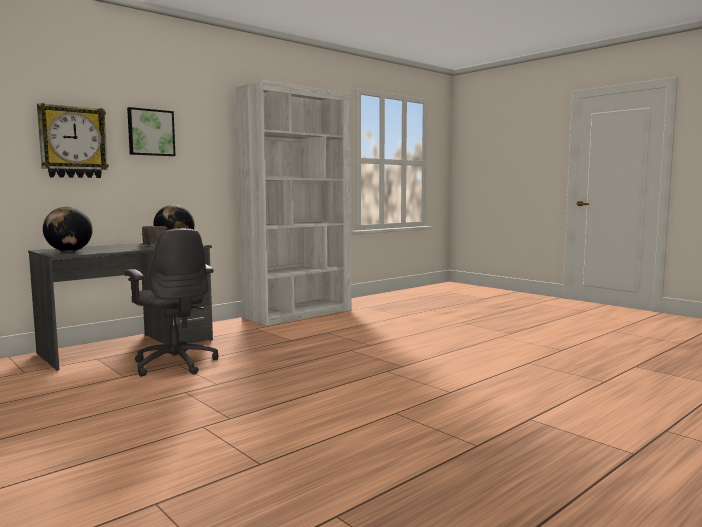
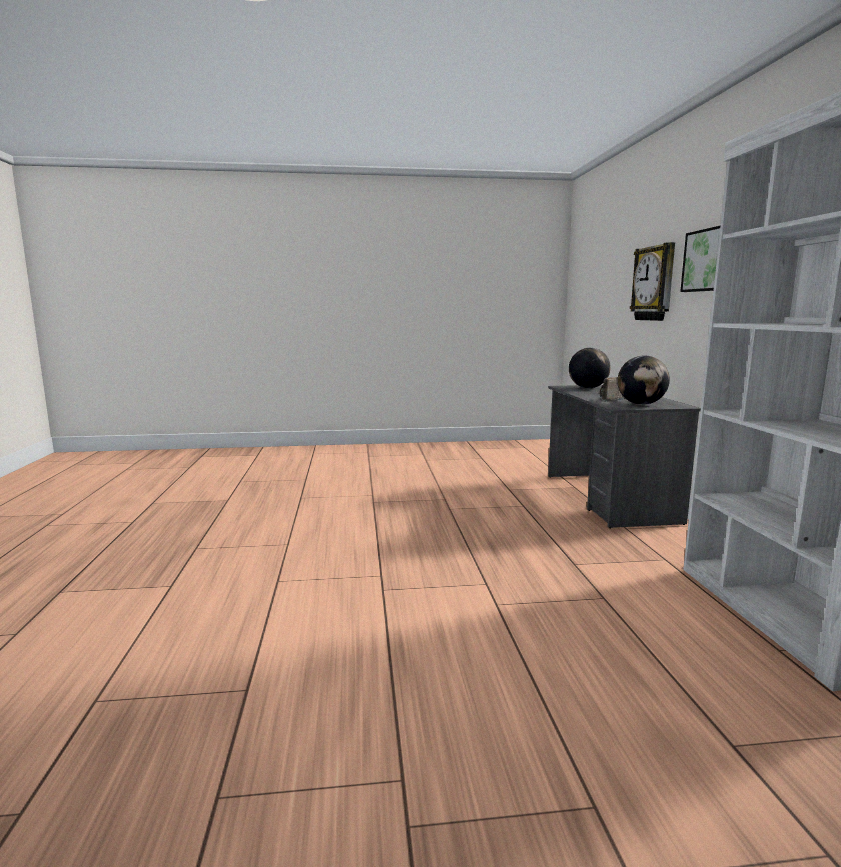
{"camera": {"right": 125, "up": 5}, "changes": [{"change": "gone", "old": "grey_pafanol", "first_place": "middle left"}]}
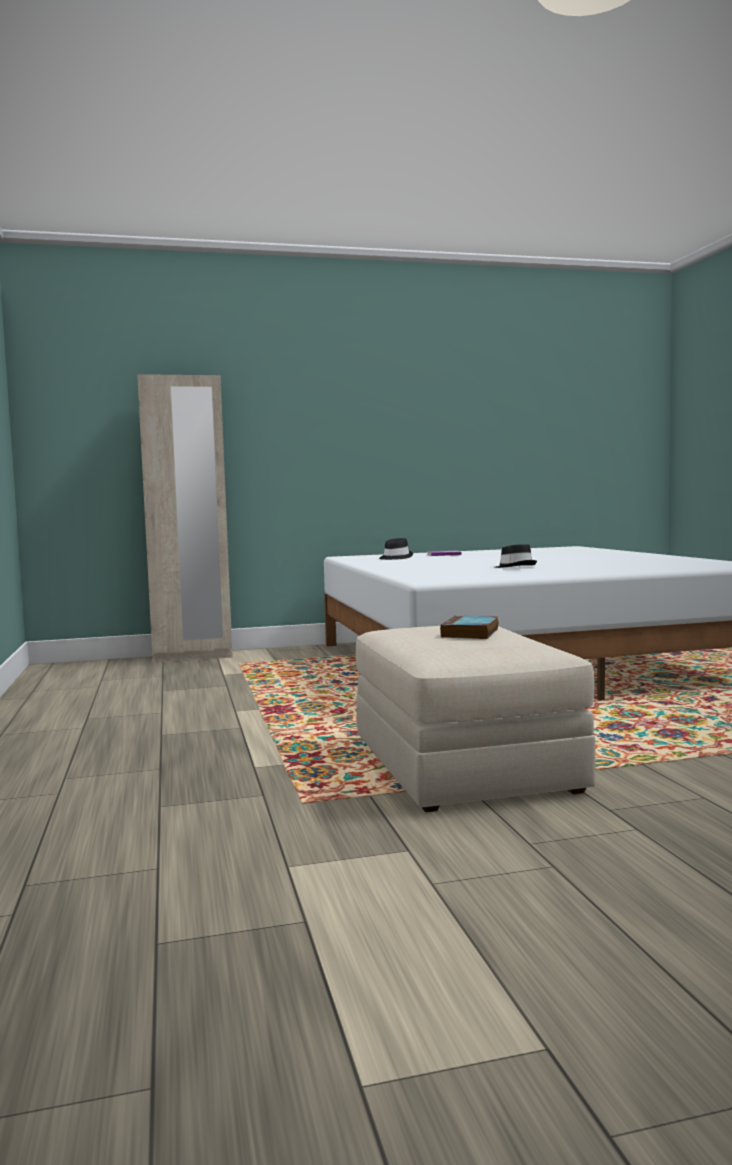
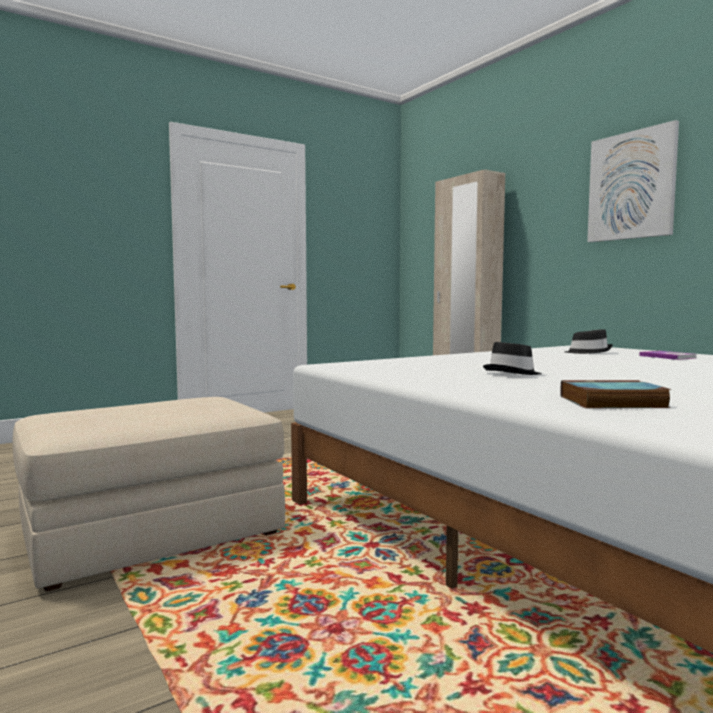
{"camera": {"right": 70, "up": 0}, "changes": [{"change": "shifted", "old": "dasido (no. 2 from left in the first image)", "new": "dasido (no. 1 from left)", "first_place": "centre", "second_place": "middle right"}, {"change": "new", "new": "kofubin", "second_place": "top right"}]}
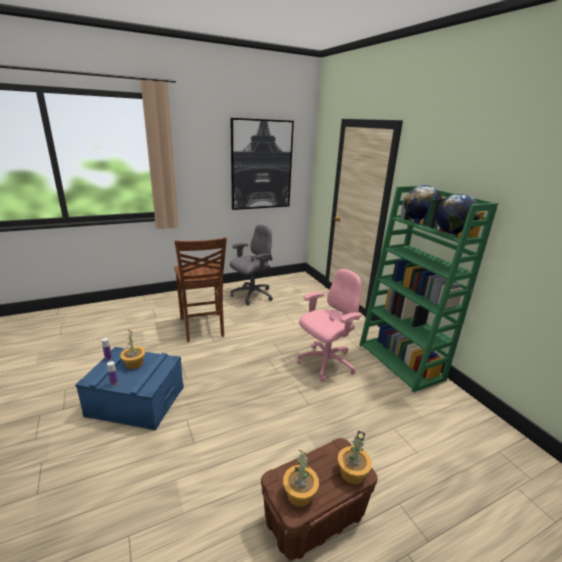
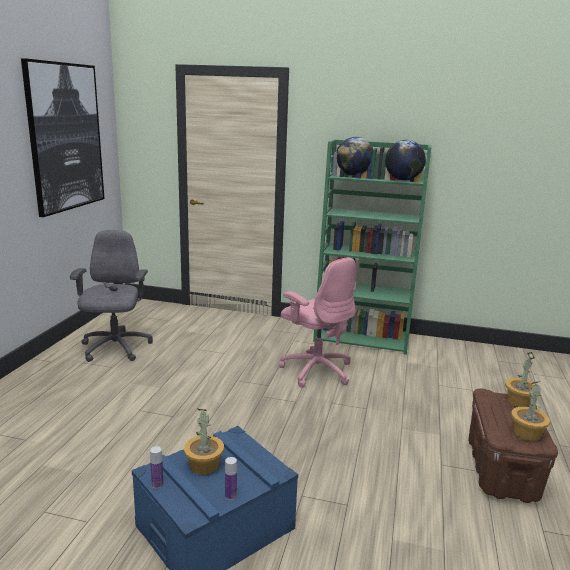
{"camera": {"right": -50, "up": -5}, "changes": [{"change": "gone", "old": "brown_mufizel", "first_place": "centre"}, {"change": "rotated", "old": "pink_pafanol", "first_place": "centre", "second_place": "centre", "degrees": 135}]}
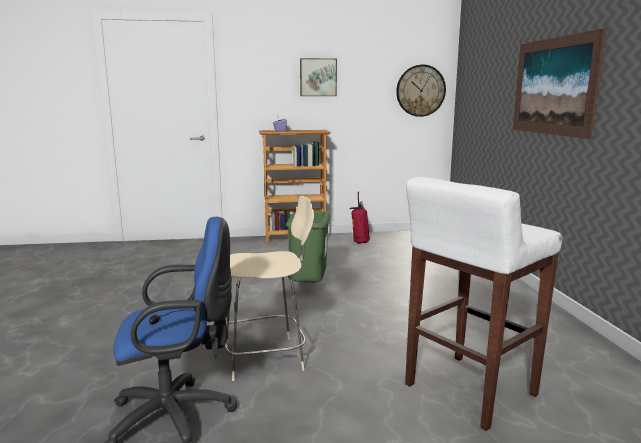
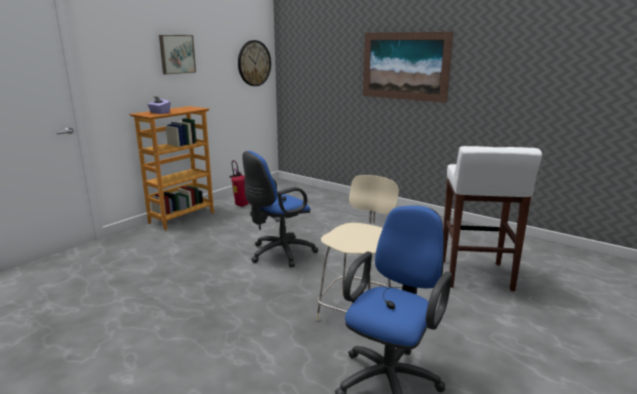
{"camera": {"right": -45, "up": 5}, "changes": [{"change": "swapped", "old": "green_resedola", "new": "blue_pafanol (no. 1 from left)", "first_place": "centre", "second_place": "centre"}]}
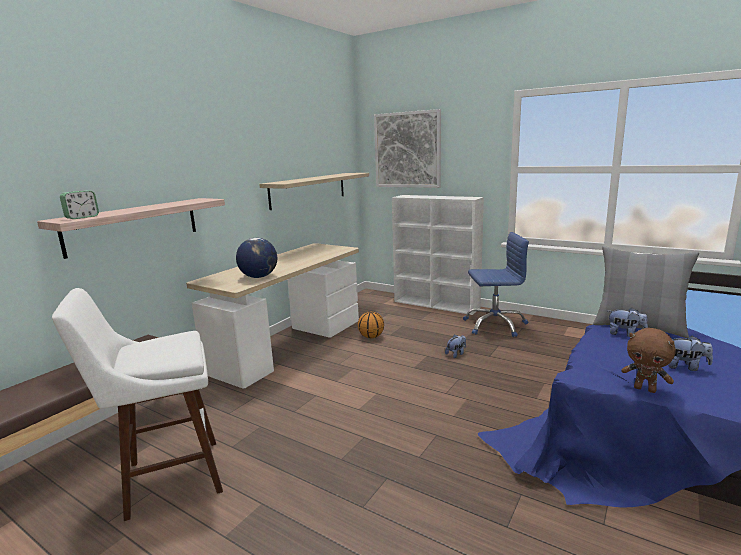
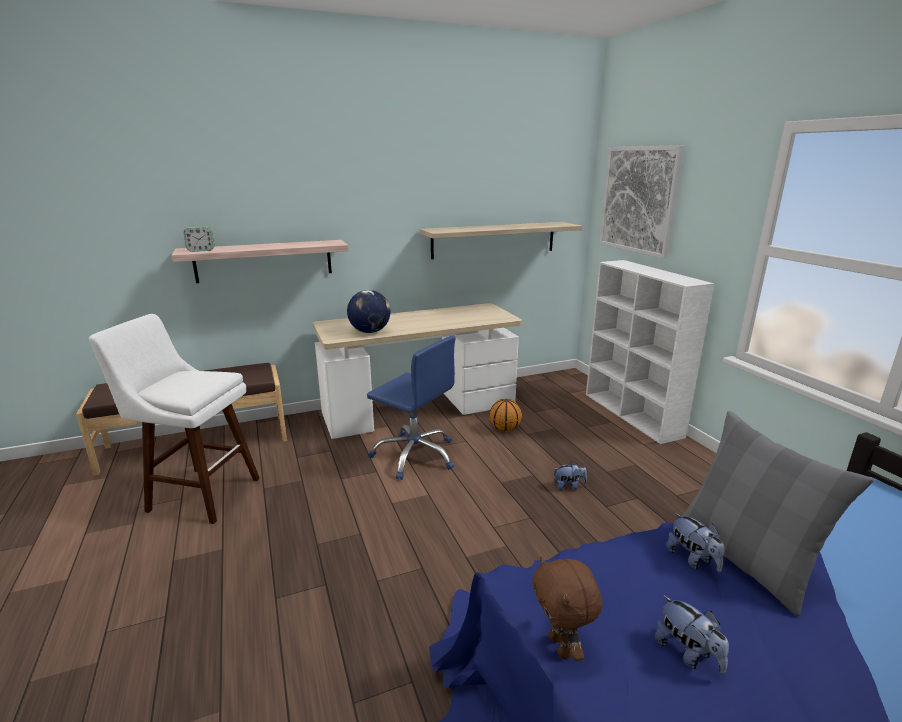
{"camera": {"right": 35, "up": 5}, "changes": [{"change": "shifted", "old": "blue_pafanol", "first_place": "middle right", "second_place": "centre"}]}
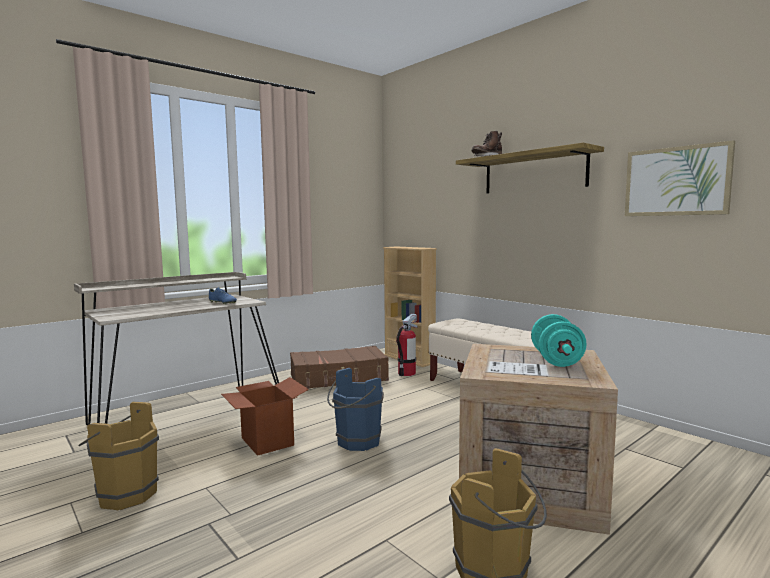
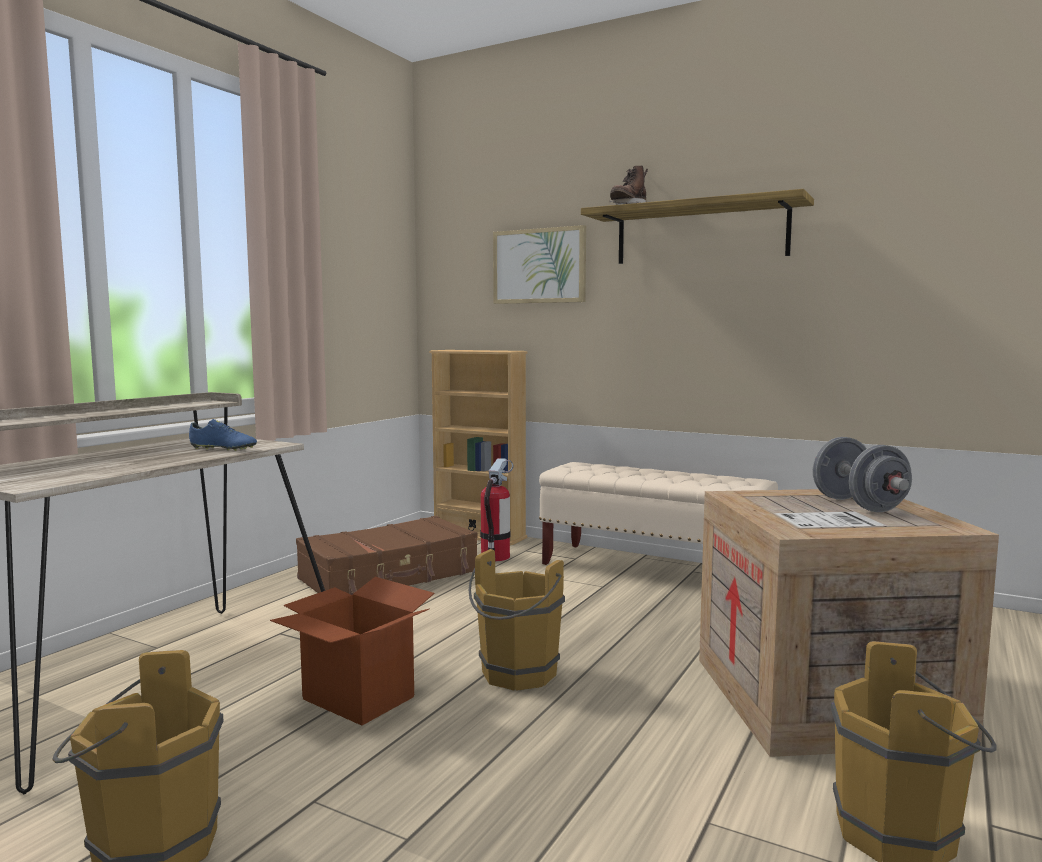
{"camera": {"right": -20, "up": 0}, "changes": [{"change": "repainted", "old": "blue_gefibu", "new": "brown_gefibu (no. 2 from left)", "first_place": "bottom centre", "second_place": "bottom centre"}, {"change": "repainted", "old": "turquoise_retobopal", "new": "grey_retobopal", "first_place": "middle right", "second_place": "middle right"}, {"change": "shifted", "old": "kofubin", "first_place": "top right", "second_place": "top centre"}]}
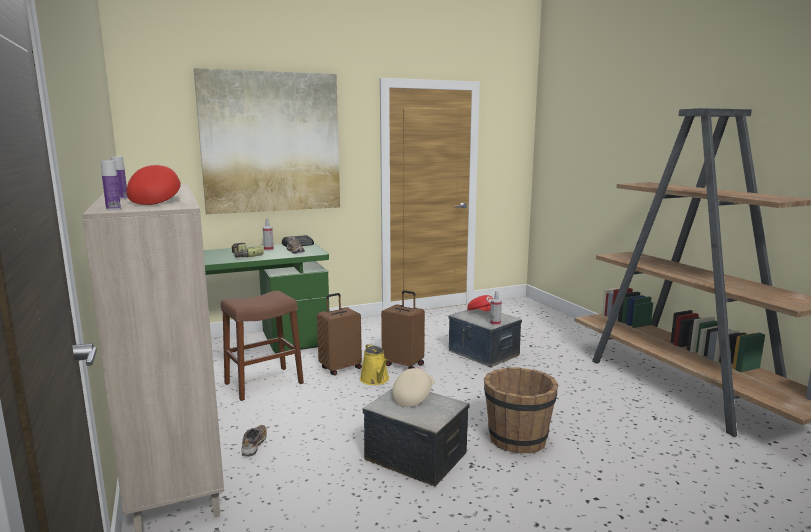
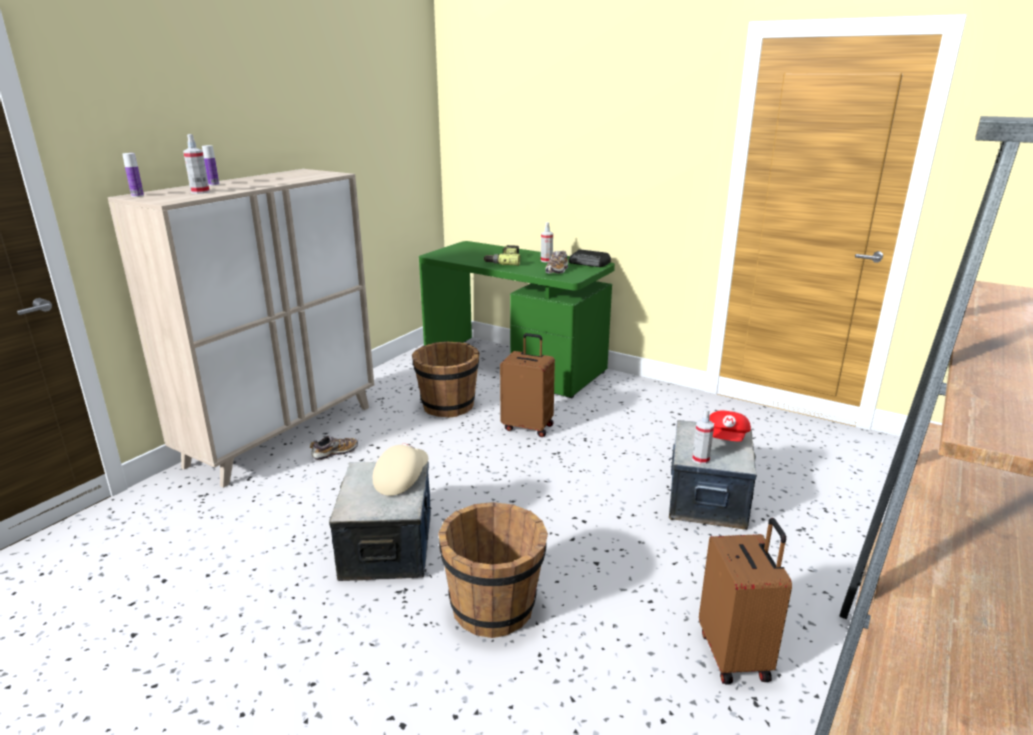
{"camera": {"right": 55, "up": 10}, "changes": [{"change": "swapped", "old": "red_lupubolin (no. 1 from left)", "new": "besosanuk (no. 1 from left)", "first_place": "middle left", "second_place": "top left"}, {"change": "gone", "old": "kofubin", "first_place": "top left"}, {"change": "swapped", "old": "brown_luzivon", "new": "brown_gefibu (no. 1 from left)", "first_place": "middle left", "second_place": "centre"}, {"change": "gone", "old": "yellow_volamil", "first_place": "bottom centre"}, {"change": "shifted", "old": "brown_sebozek (no. 2 from left)", "first_place": "centre", "second_place": "bottom right"}, {"change": "rotated", "old": "beige_lupubolin", "first_place": "bottom centre", "second_place": "centre", "degrees": -60}]}
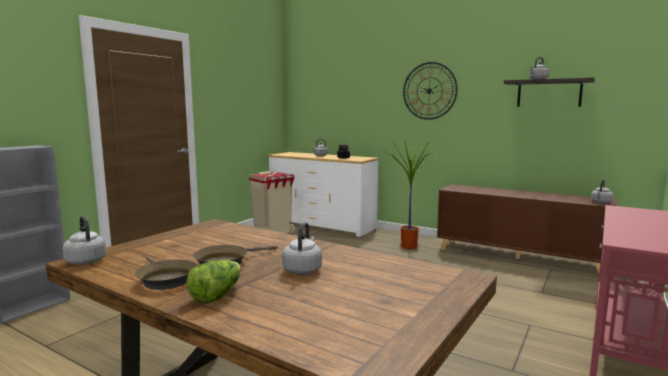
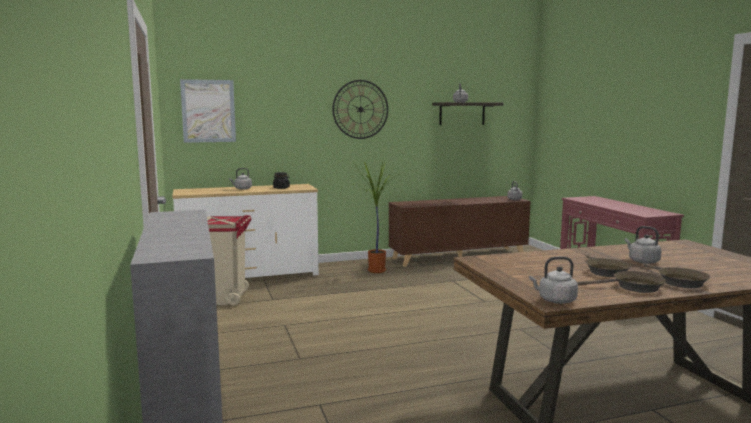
{"camera": {"right": -50, "up": 0}, "changes": [{"change": "swapped", "old": "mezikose", "new": "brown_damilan (no. 3 from left)", "first_place": "bottom left", "second_place": "middle right"}, {"change": "new", "new": "kofubin", "second_place": "top left"}]}
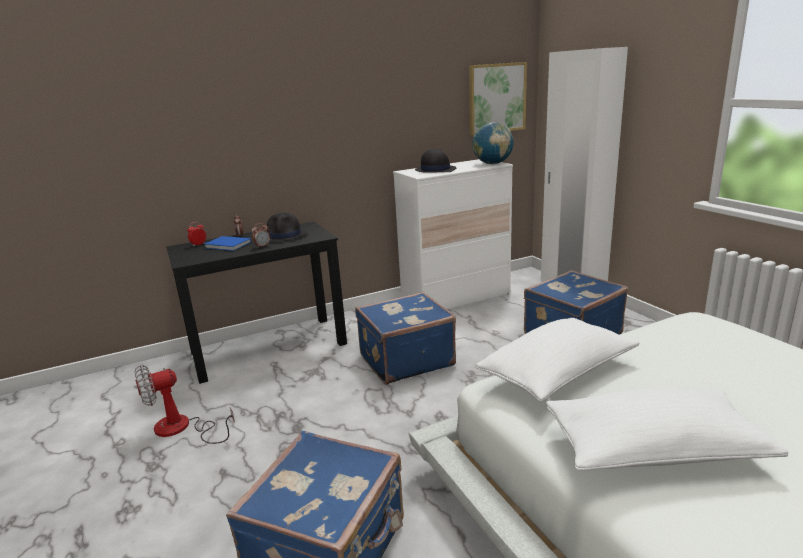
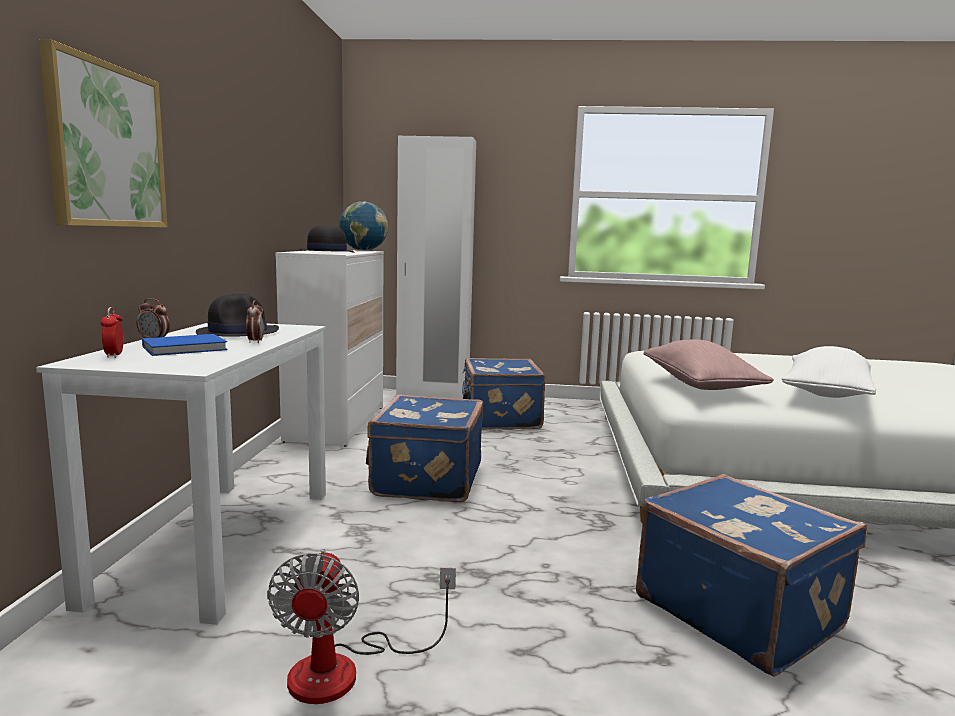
{"camera": {"right": -60, "up": -10}, "changes": [{"change": "repainted", "old": "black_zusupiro", "new": "white_zusupiro", "first_place": "middle left", "second_place": "middle left"}, {"change": "shifted", "old": "kofubin", "first_place": "top centre", "second_place": "top left"}, {"change": "repainted", "old": "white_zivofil (no. 1 from left)", "new": "pink_zivofil", "first_place": "middle right", "second_place": "middle right"}]}
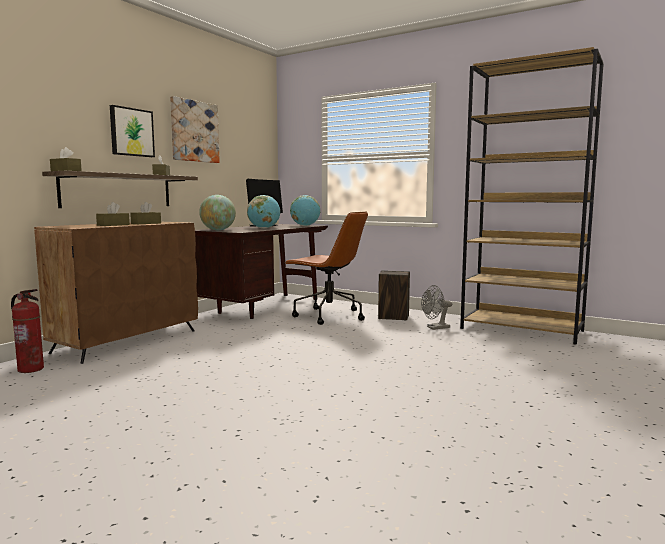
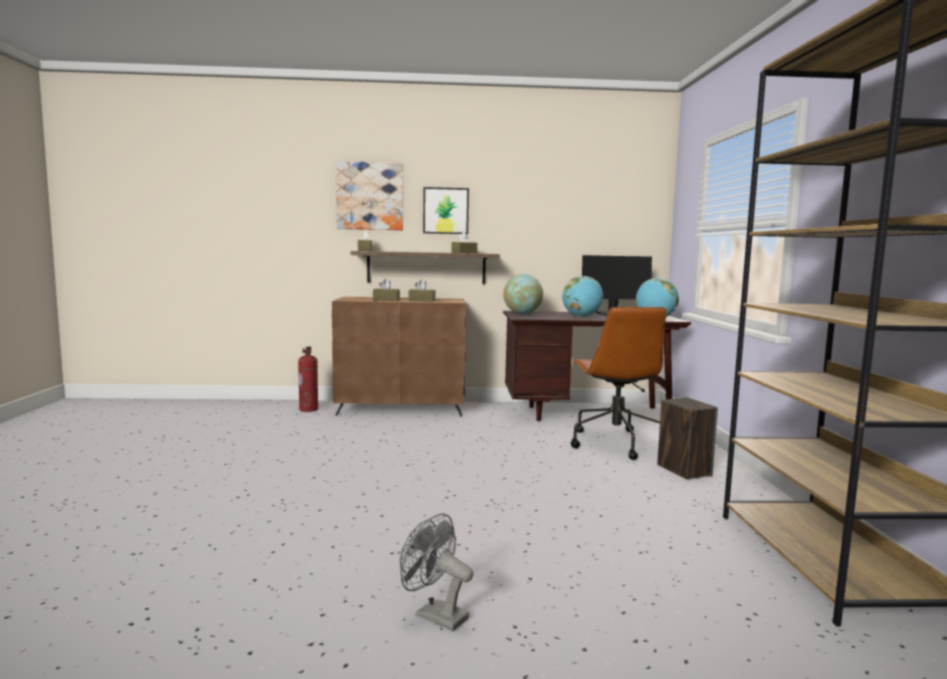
{"camera": {"right": 55, "up": 0}, "changes": [{"change": "shifted", "old": "kofubin (no. 2 from left in the first image)", "new": "kofubin (no. 1 from left)", "first_place": "top left", "second_place": "top centre"}, {"change": "shifted", "old": "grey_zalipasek", "first_place": "centre", "second_place": "bottom centre"}]}
